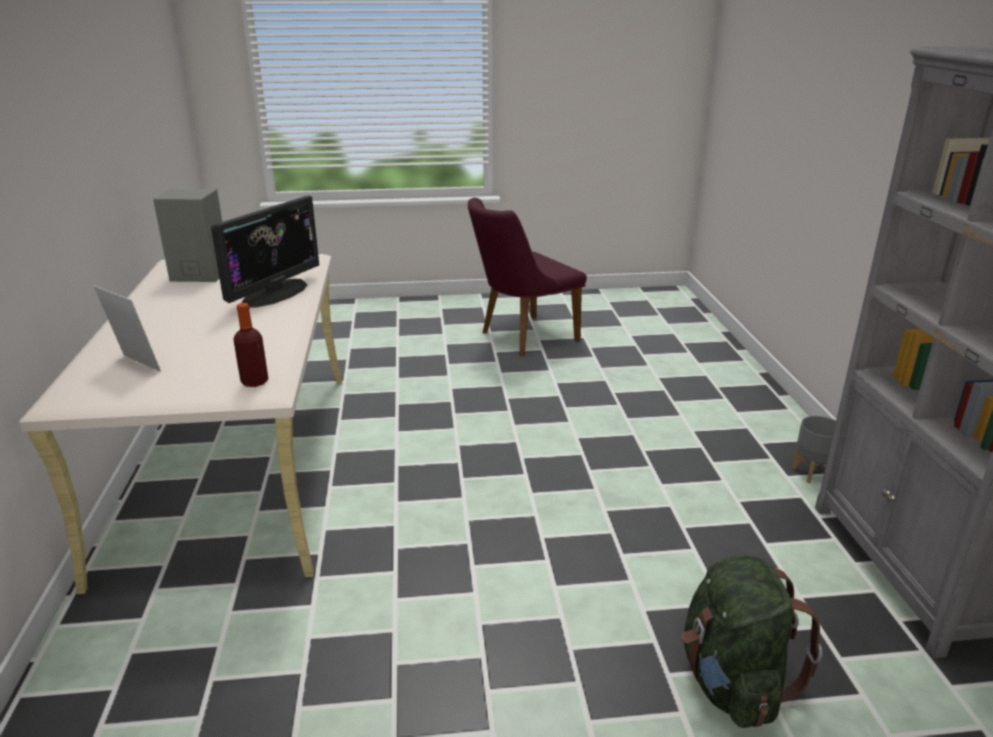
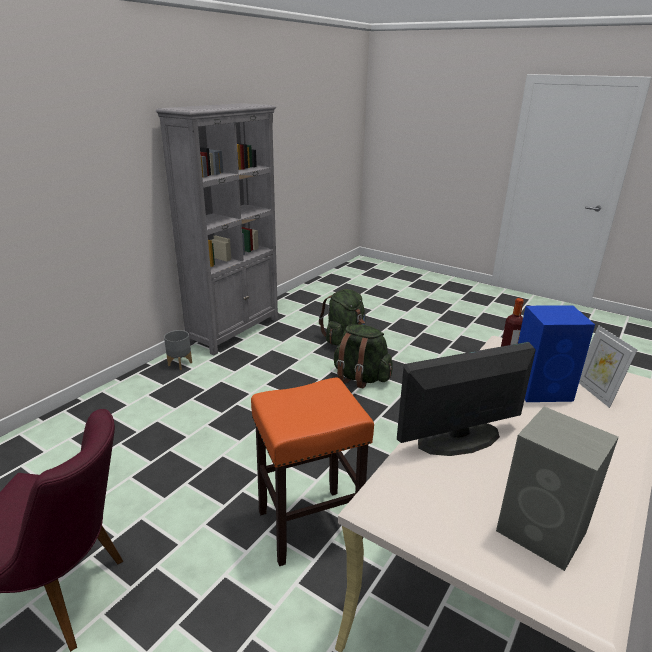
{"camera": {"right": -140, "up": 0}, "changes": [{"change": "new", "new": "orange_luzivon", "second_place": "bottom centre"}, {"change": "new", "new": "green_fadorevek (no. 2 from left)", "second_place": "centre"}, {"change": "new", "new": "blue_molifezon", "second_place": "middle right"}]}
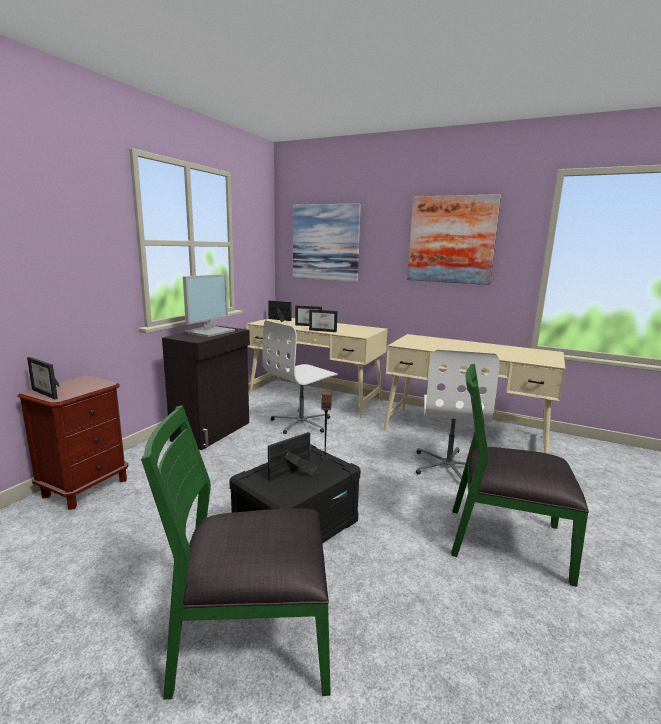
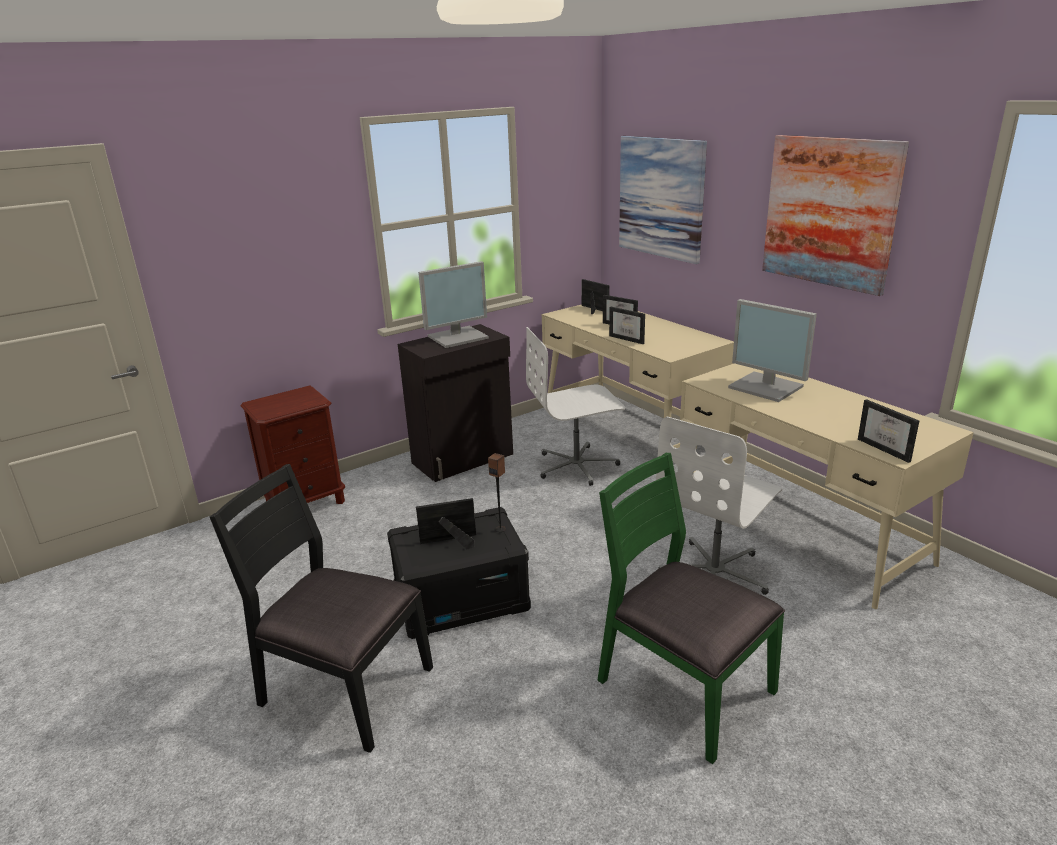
{"camera": {"right": 30, "up": 10}, "changes": [{"change": "shifted", "old": "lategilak (no. 1 from left in the first image)", "new": "lategilak (no. 5 from left)", "first_place": "middle left", "second_place": "middle right"}, {"change": "repainted", "old": "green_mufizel (no. 1 from left)", "new": "black_mufizel", "first_place": "bottom centre", "second_place": "bottom left"}, {"change": "new", "new": "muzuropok (no. 2 from left)", "second_place": "middle right"}]}
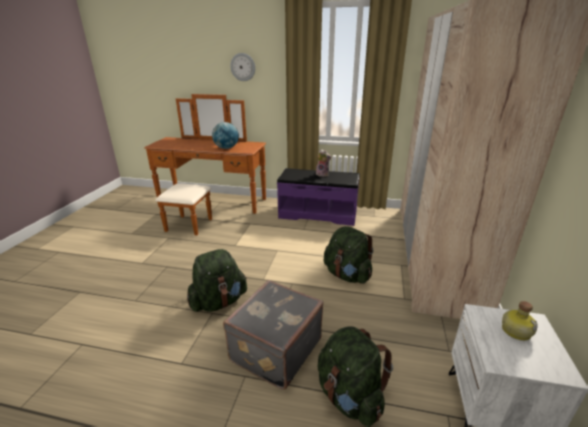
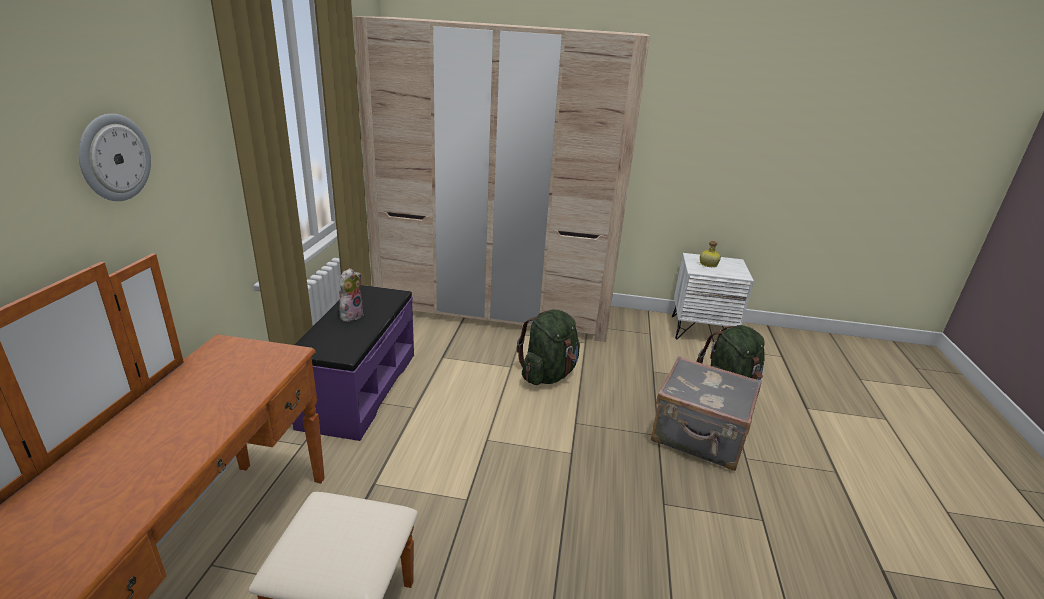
{"camera": {"right": -95, "up": 0}, "changes": [{"change": "gone", "old": "green_fadorevek (no. 1 from left)", "first_place": "centre"}, {"change": "gone", "old": "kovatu", "first_place": "top centre"}]}
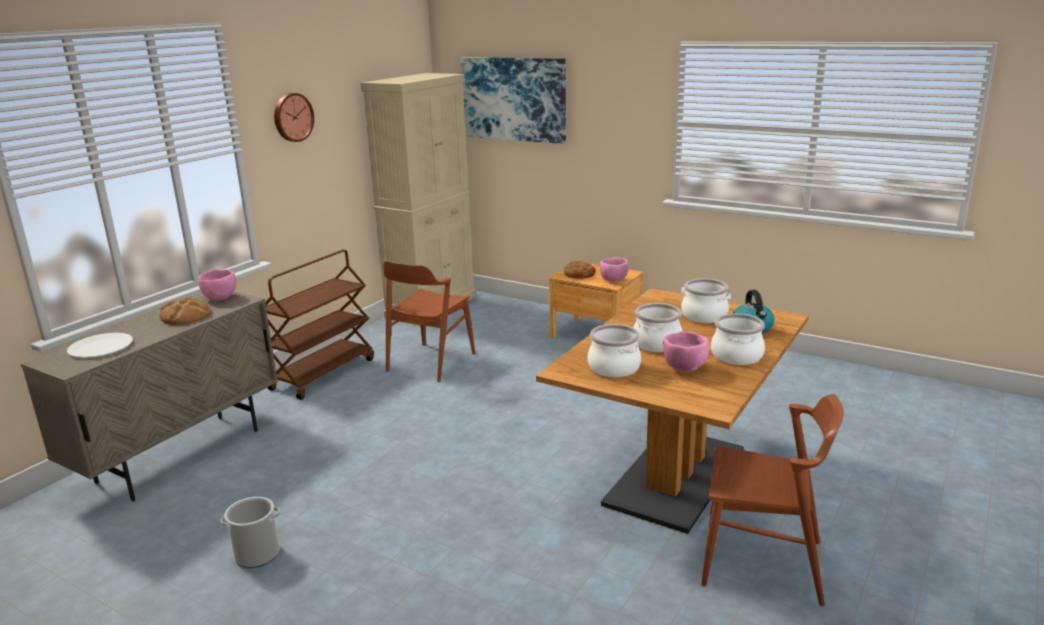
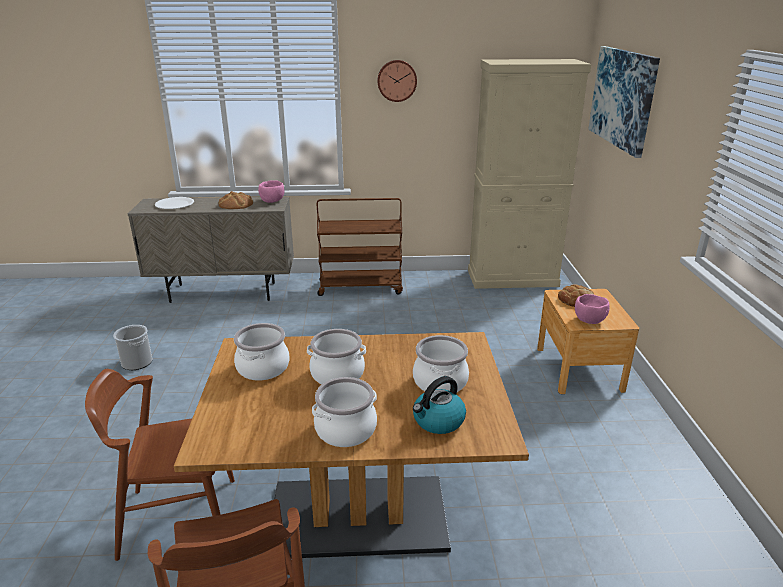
{"camera": {"right": 55, "up": 5}, "changes": [{"change": "shifted", "old": "brown_mufizel (no. 1 from left)", "first_place": "centre", "second_place": "bottom left"}, {"change": "gone", "old": "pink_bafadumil (no. 3 from left)", "first_place": "centre"}]}
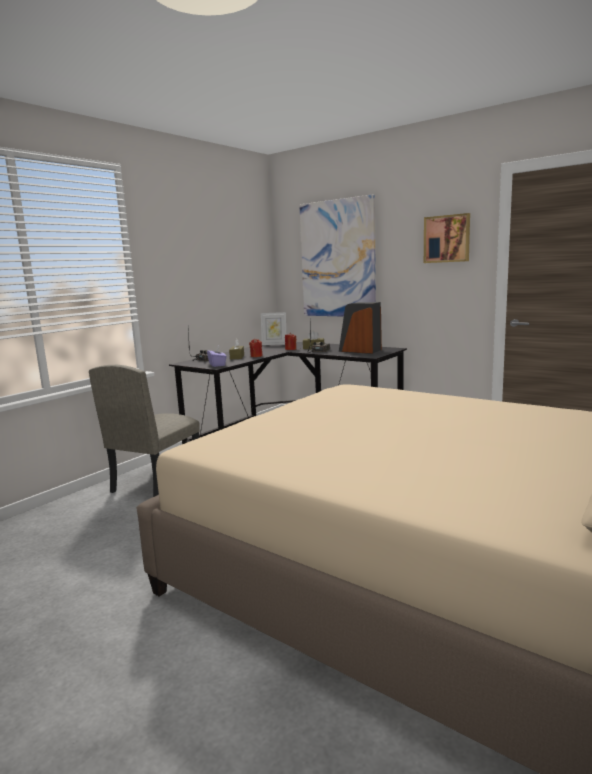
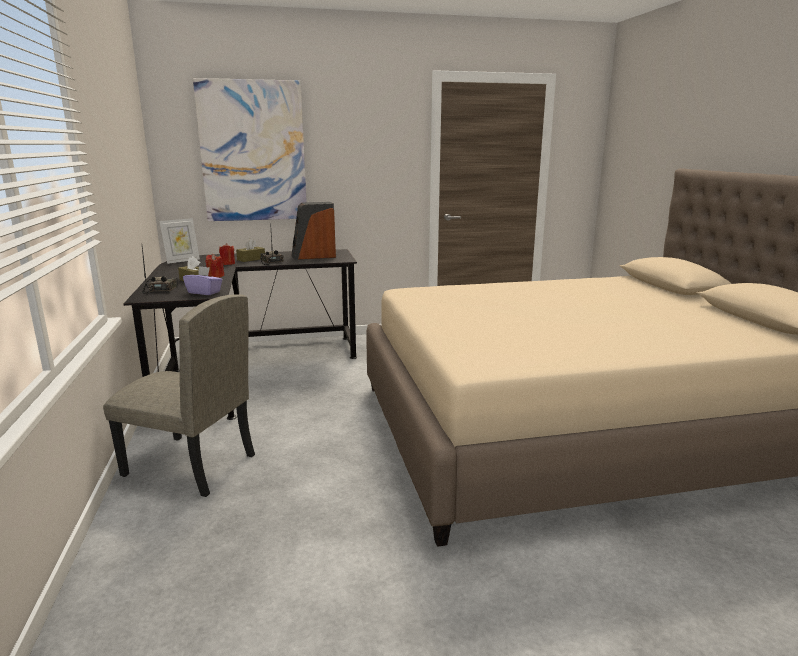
{"camera": {"right": -50, "up": 5}, "changes": [{"change": "rotated", "old": "beige_mufizel", "first_place": "middle left", "second_place": "middle left", "degrees": -45}, {"change": "gone", "old": "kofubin (no. 2 from left)", "first_place": "top right"}]}
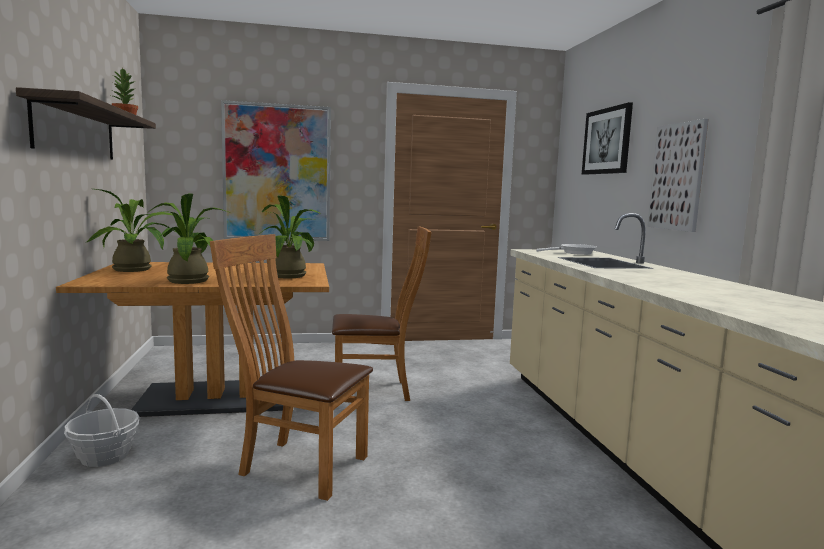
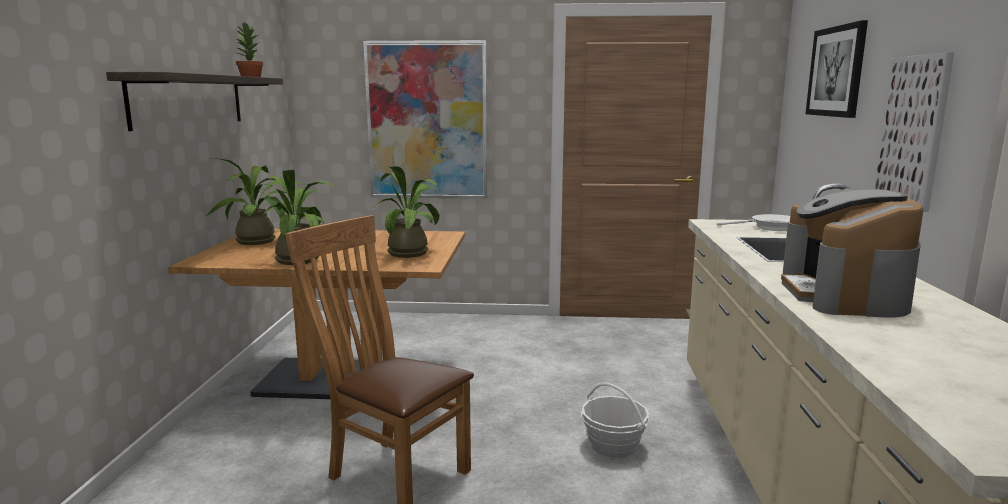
{"camera": {"right": 15, "up": 5}, "changes": [{"change": "shifted", "old": "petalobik", "first_place": "bottom left", "second_place": "bottom centre"}, {"change": "gone", "old": "brown_mufizel (no. 2 from left)", "first_place": "centre"}, {"change": "new", "new": "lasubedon", "second_place": "middle right"}]}
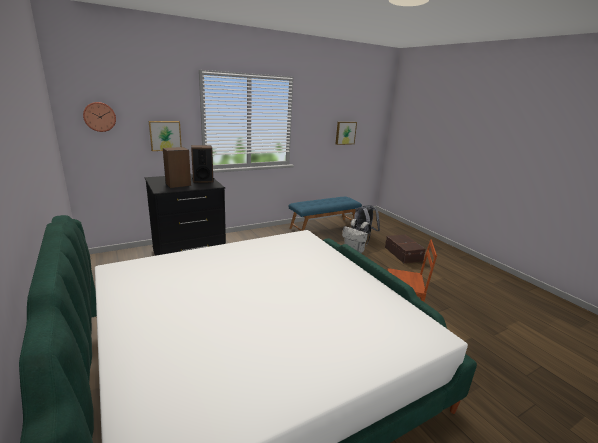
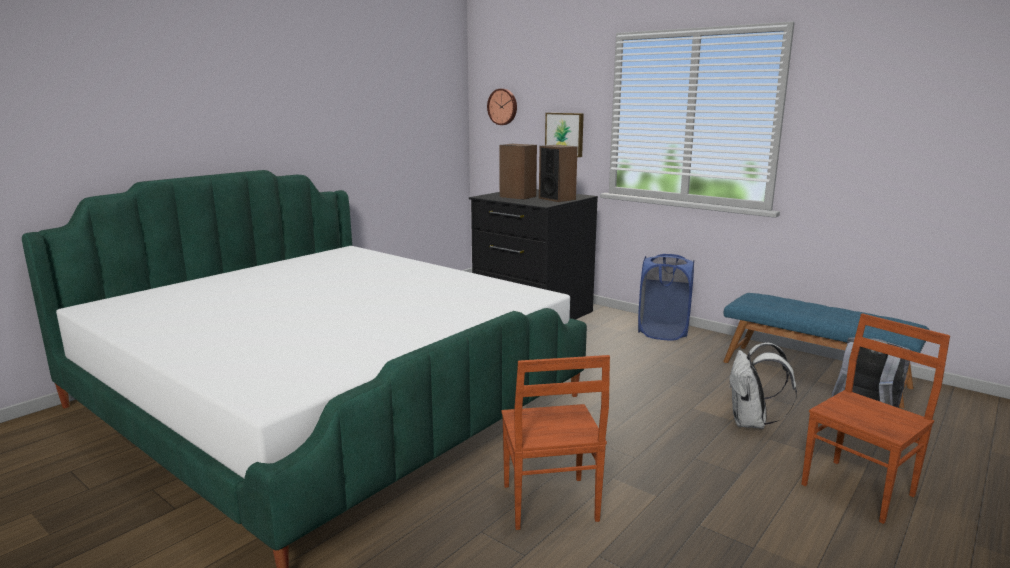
{"camera": {"right": 70, "up": -5}, "changes": [{"change": "gone", "old": "kofubin (no. 2 from left)", "first_place": "top centre"}, {"change": "swapped", "old": "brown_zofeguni", "new": "brown_mufizel (no. 2 from left)", "first_place": "middle right", "second_place": "bottom right"}, {"change": "new", "new": "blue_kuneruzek", "second_place": "centre"}]}
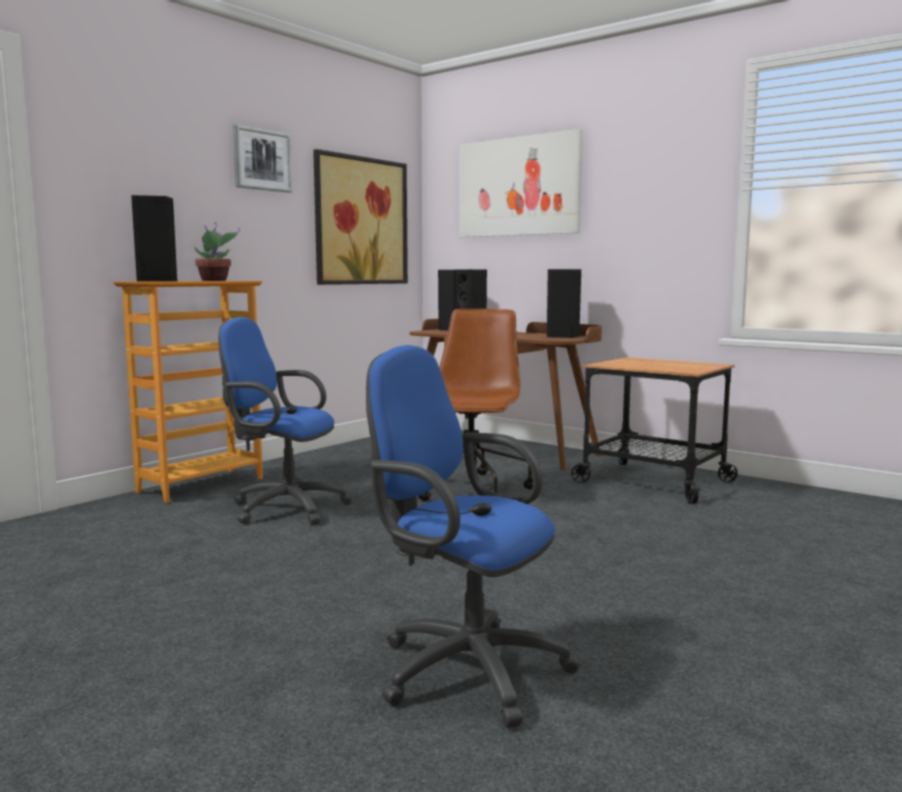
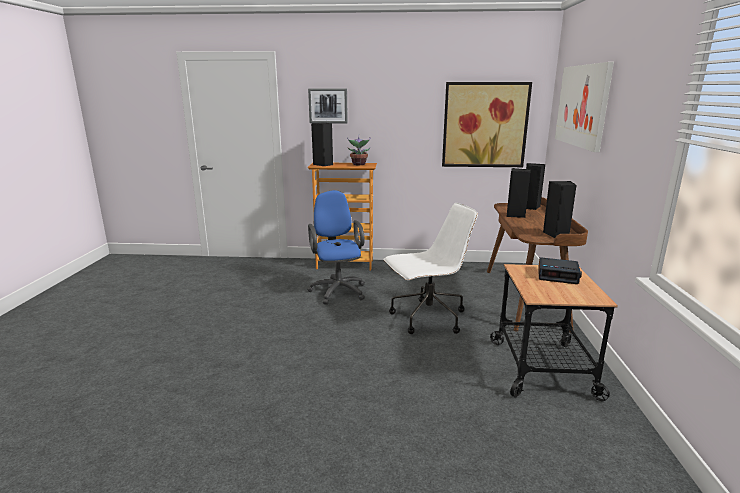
{"camera": {"right": 55, "up": 10}, "changes": [{"change": "shifted", "old": "kofubin (no. 1 from left)", "first_place": "top left", "second_place": "top centre"}, {"change": "gone", "old": "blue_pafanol (no. 2 from left)", "first_place": "bottom centre"}, {"change": "repainted", "old": "brown_pafanol", "new": "white_pafanol", "first_place": "centre", "second_place": "centre"}, {"change": "new", "new": "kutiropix", "second_place": "middle right"}]}
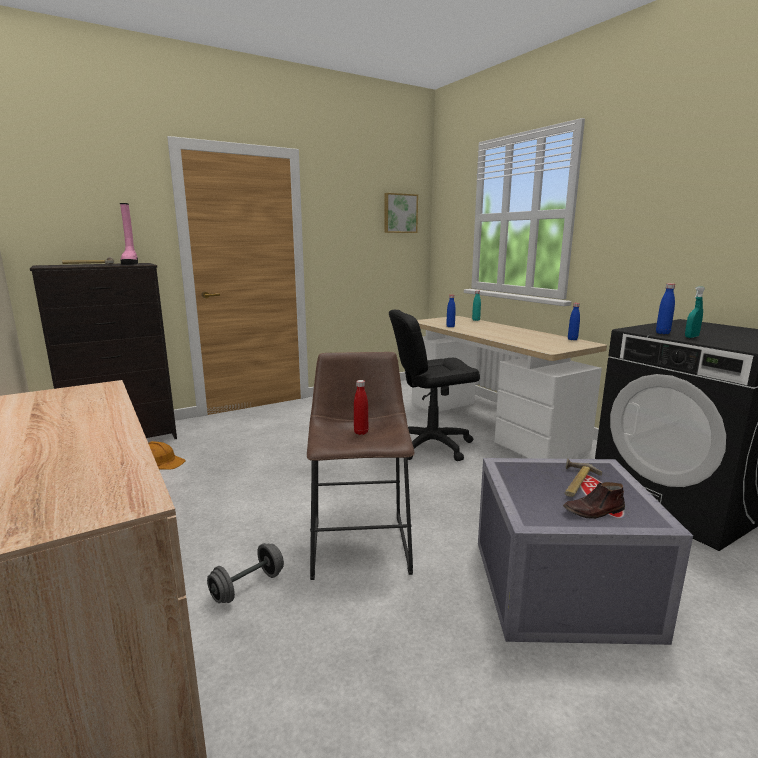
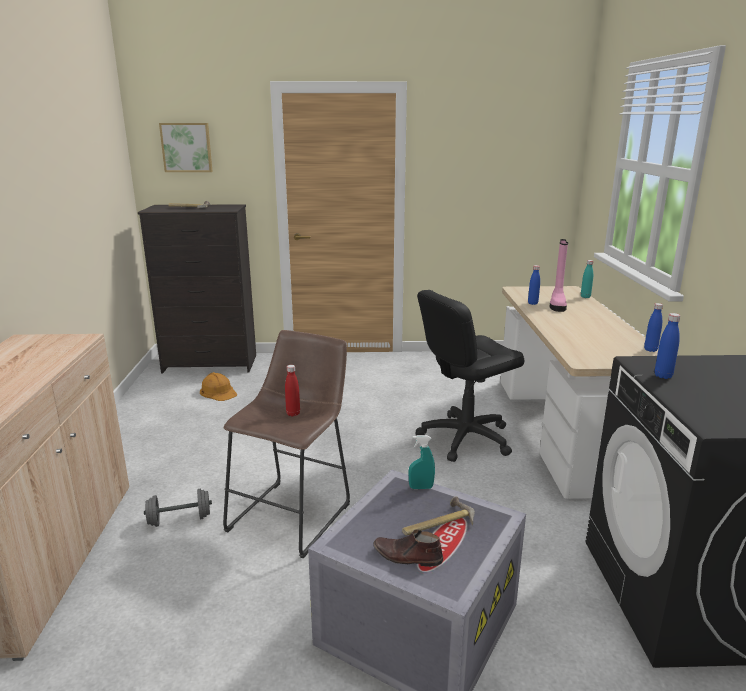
{"camera": {"right": 30, "up": 5}, "changes": [{"change": "shifted", "old": "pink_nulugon", "first_place": "top left", "second_place": "middle right"}, {"change": "shifted", "old": "kofubin", "first_place": "top centre", "second_place": "top left"}, {"change": "rotated", "old": "black_pafanol", "first_place": "centre", "second_place": "centre", "degrees": -45}, {"change": "shifted", "old": "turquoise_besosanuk", "first_place": "middle right", "second_place": "bottom centre"}]}
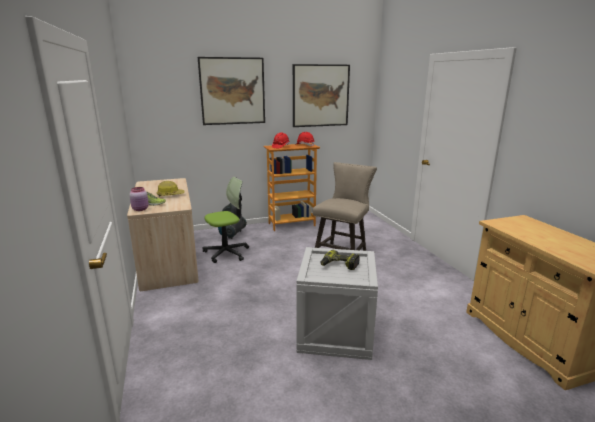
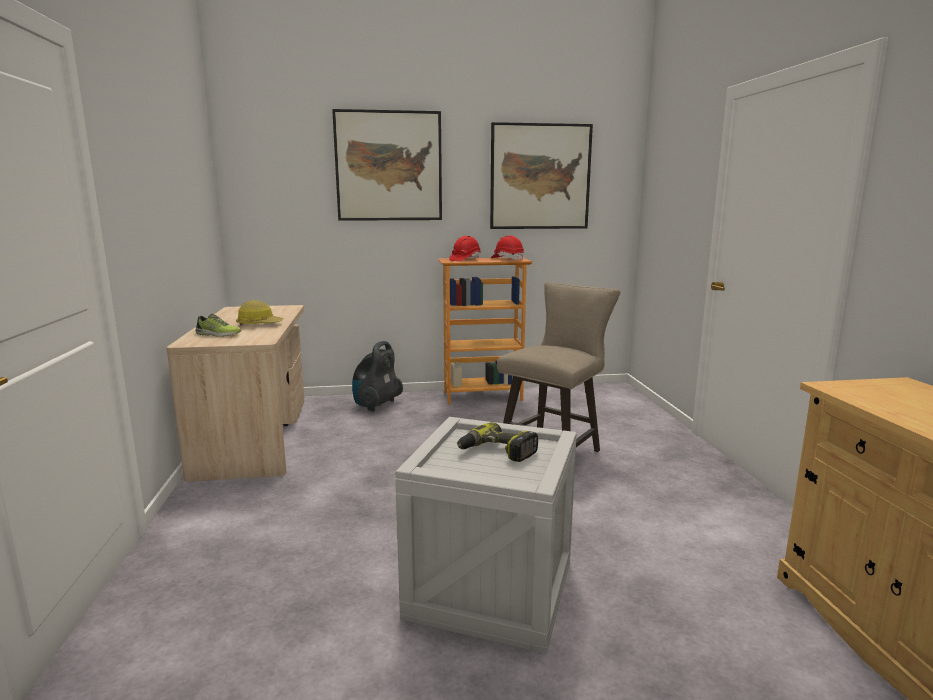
{"camera": {"right": 10, "up": -5}, "changes": [{"change": "gone", "old": "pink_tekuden", "first_place": "middle left"}, {"change": "gone", "old": "pafanol", "first_place": "centre"}]}
